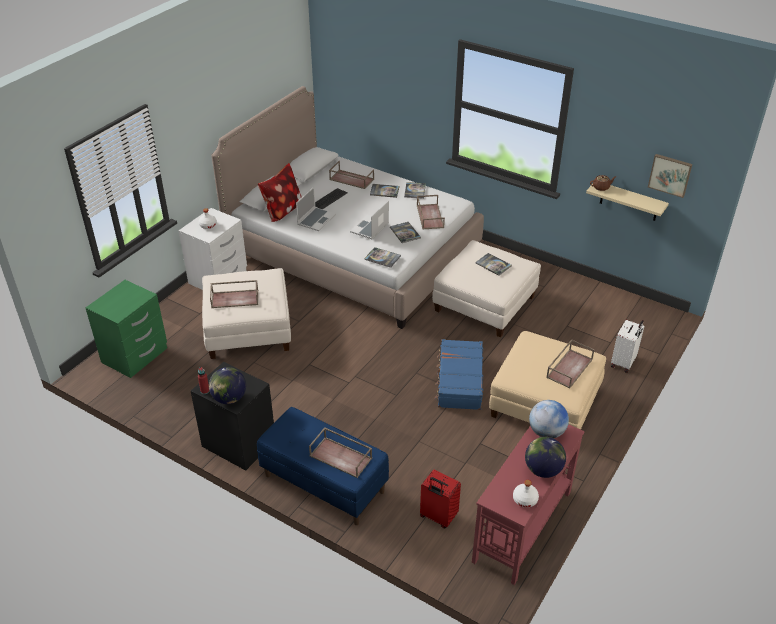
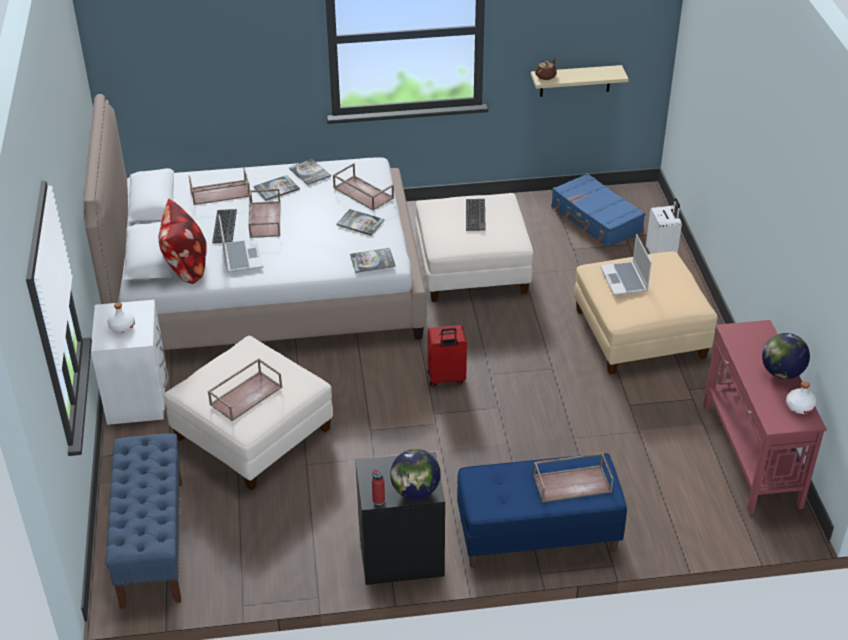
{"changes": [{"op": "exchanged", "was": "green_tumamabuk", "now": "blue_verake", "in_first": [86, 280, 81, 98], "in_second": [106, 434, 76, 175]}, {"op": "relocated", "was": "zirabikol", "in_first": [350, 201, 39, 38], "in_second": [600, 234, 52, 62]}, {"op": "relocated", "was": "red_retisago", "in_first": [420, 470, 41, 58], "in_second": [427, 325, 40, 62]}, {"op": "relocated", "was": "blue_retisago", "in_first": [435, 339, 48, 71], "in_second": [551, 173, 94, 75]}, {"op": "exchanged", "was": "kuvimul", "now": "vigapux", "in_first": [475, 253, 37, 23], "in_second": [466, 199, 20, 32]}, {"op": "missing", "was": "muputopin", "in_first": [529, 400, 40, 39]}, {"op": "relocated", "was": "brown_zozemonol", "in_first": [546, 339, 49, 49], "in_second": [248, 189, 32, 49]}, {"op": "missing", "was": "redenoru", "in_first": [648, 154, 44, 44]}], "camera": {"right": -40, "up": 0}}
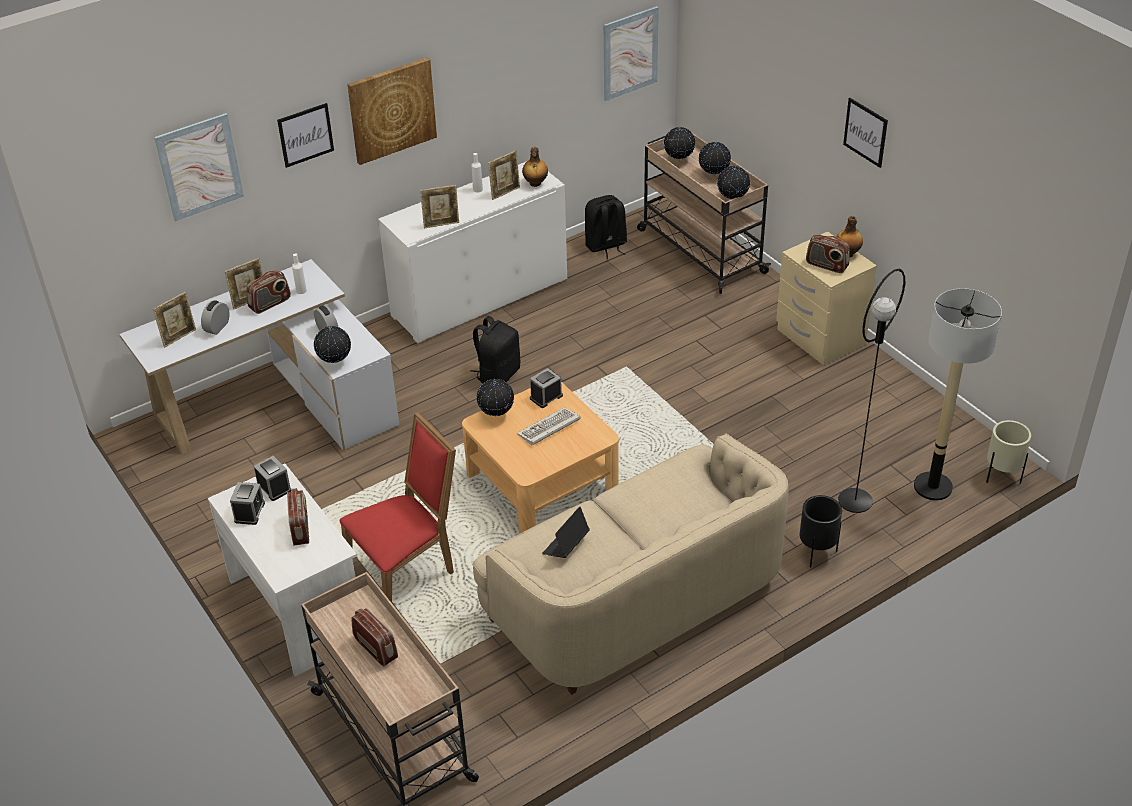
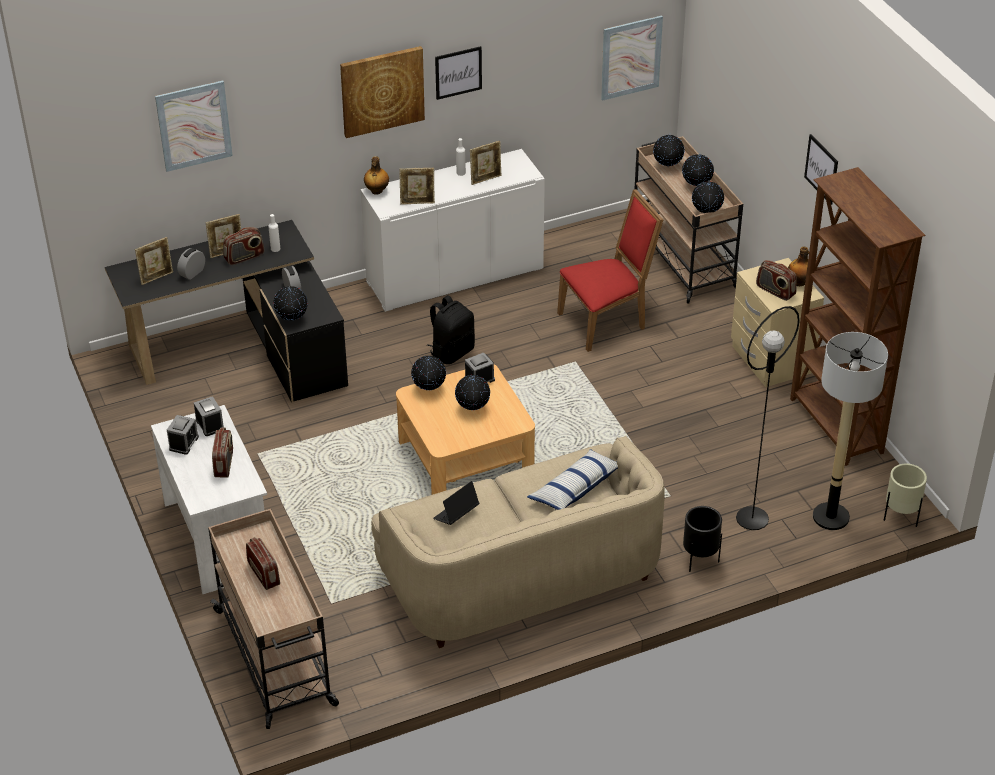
{"changes": [{"op": "colour", "was": "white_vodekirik", "now": "black_vodekirik", "in_first": [119, 259, 280, 195], "in_second": [105, 220, 243, 182]}, {"op": "relocated", "was": "redenoru", "in_first": [277, 103, 57, 65], "in_second": [435, 46, 47, 54]}, {"op": "relocated", "was": "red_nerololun", "in_first": [340, 412, 116, 191], "in_second": [557, 189, 106, 163]}, {"op": "exchanged", "was": "vigapux", "now": "muputopin", "in_first": [517, 407, 64, 39], "in_second": [455, 375, 35, 35]}, {"op": "relocated", "was": "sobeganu", "in_first": [522, 147, 26, 40], "in_second": [364, 156, 25, 39]}, {"op": "missing", "was": "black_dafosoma", "in_first": [585, 195, 42, 64]}, {"op": "appeared", "now": "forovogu", "in_second": [527, 449, 91, 61]}, {"op": "appeared", "now": "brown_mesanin", "in_second": [790, 167, 135, 299]}], "camera": {"right": 10, "up": 0}}
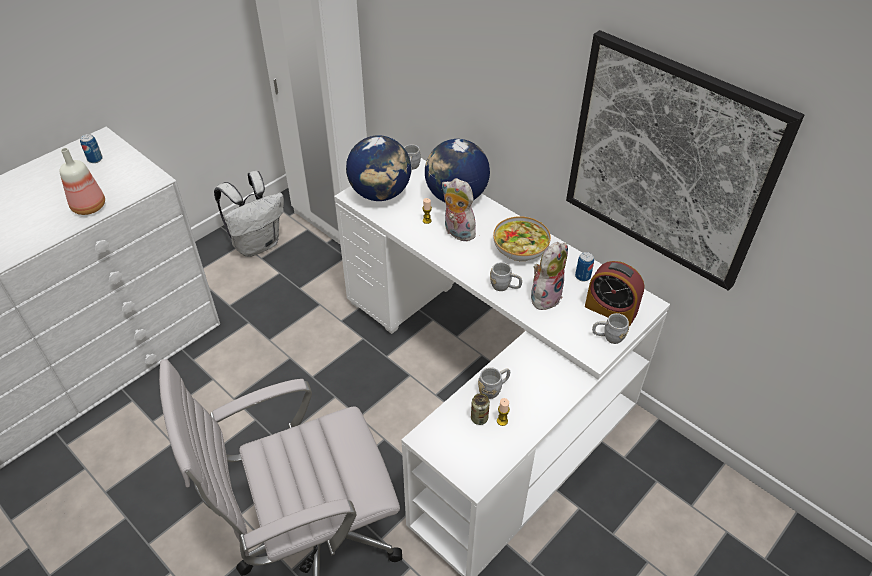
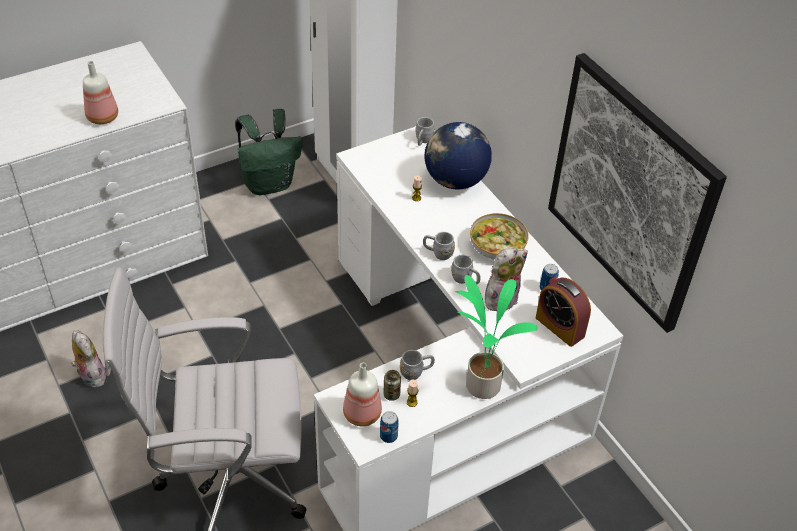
{"changes": [{"op": "relocated", "was": "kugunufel", "in_first": [80, 134, 23, 29], "in_second": [380, 411, 19, 32]}, {"op": "colour", "was": "white_dafosoma", "now": "green_dafosoma", "in_first": [214, 171, 70, 86], "in_second": [235, 109, 67, 86]}, {"op": "missing", "was": "muputopin", "in_first": [346, 135, 65, 66]}, {"op": "relocated", "was": "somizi", "in_first": [442, 178, 37, 63], "in_second": [71, 330, 35, 58]}, {"op": "relocated", "was": "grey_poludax", "in_first": [592, 313, 37, 31], "in_second": [423, 232, 32, 28]}, {"op": "appeared", "now": "sobeganu", "in_second": [343, 363, 39, 63]}, {"op": "appeared", "now": "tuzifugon", "in_second": [455, 275, 83, 124]}], "camera": {"right": 15, "up": 0}}
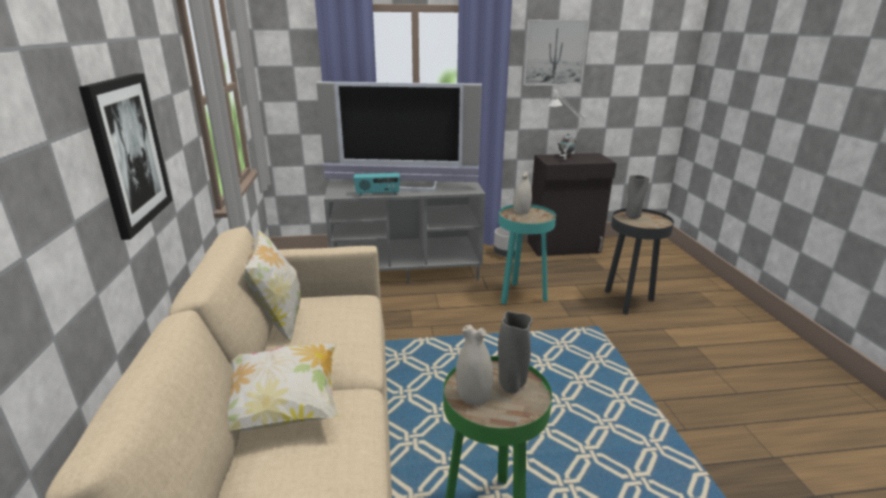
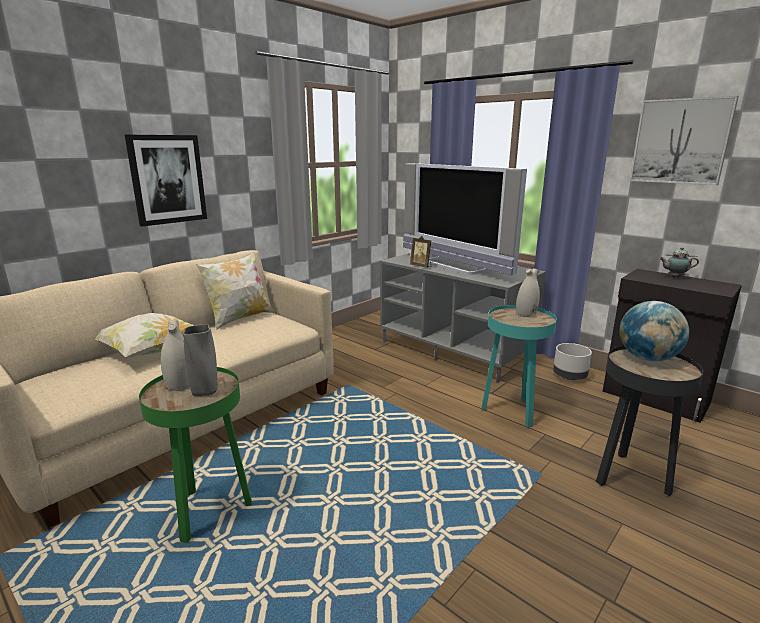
{"changes": [{"op": "exchanged", "was": "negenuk", "now": "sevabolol", "in_first": [354, 173, 46, 23], "in_second": [410, 236, 21, 32]}, {"op": "missing", "was": "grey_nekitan", "in_first": [548, 90, 49, 70]}, {"op": "exchanged", "was": "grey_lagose", "now": "muputopin", "in_first": [626, 175, 24, 44], "in_second": [619, 301, 70, 61]}], "camera": {"right": 50, "up": -5}}
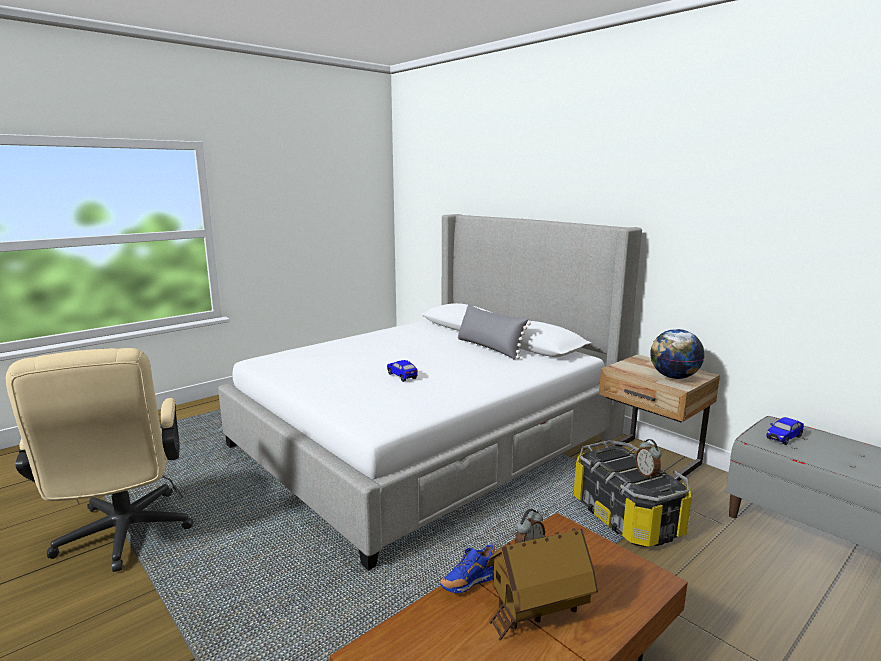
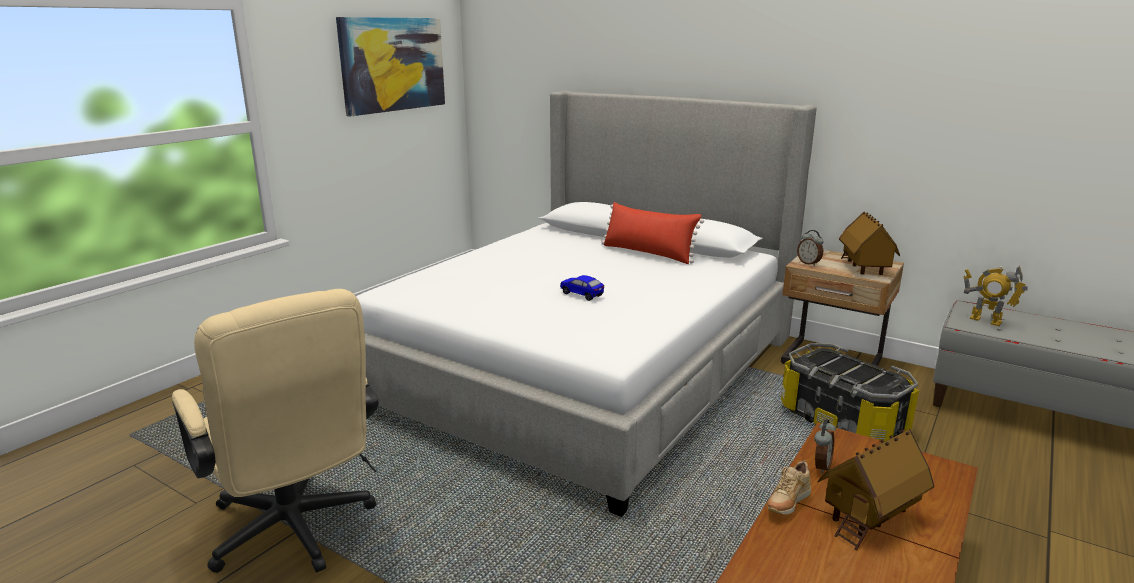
{"changes": [{"op": "colour", "was": "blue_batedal", "now": "beige_batedal", "in_first": [440, 543, 55, 50], "in_second": [767, 460, 44, 55]}, {"op": "colour", "was": "grey_forovogu", "now": "red_forovogu", "in_first": [457, 304, 74, 56], "in_second": [601, 202, 103, 62]}, {"op": "relocated", "was": "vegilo", "in_first": [635, 439, 27, 40], "in_second": [797, 230, 26, 36]}, {"op": "exchanged", "was": "muputopin", "now": "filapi", "in_first": [650, 329, 55, 50], "in_second": [839, 212, 61, 63]}, {"op": "exchanged", "was": "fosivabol", "now": "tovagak", "in_first": [766, 417, 38, 28], "in_second": [963, 265, 65, 61]}, {"op": "appeared", "now": "redenoru", "in_second": [336, 17, 109, 100]}], "camera": {"right": -15, "up": 5}}
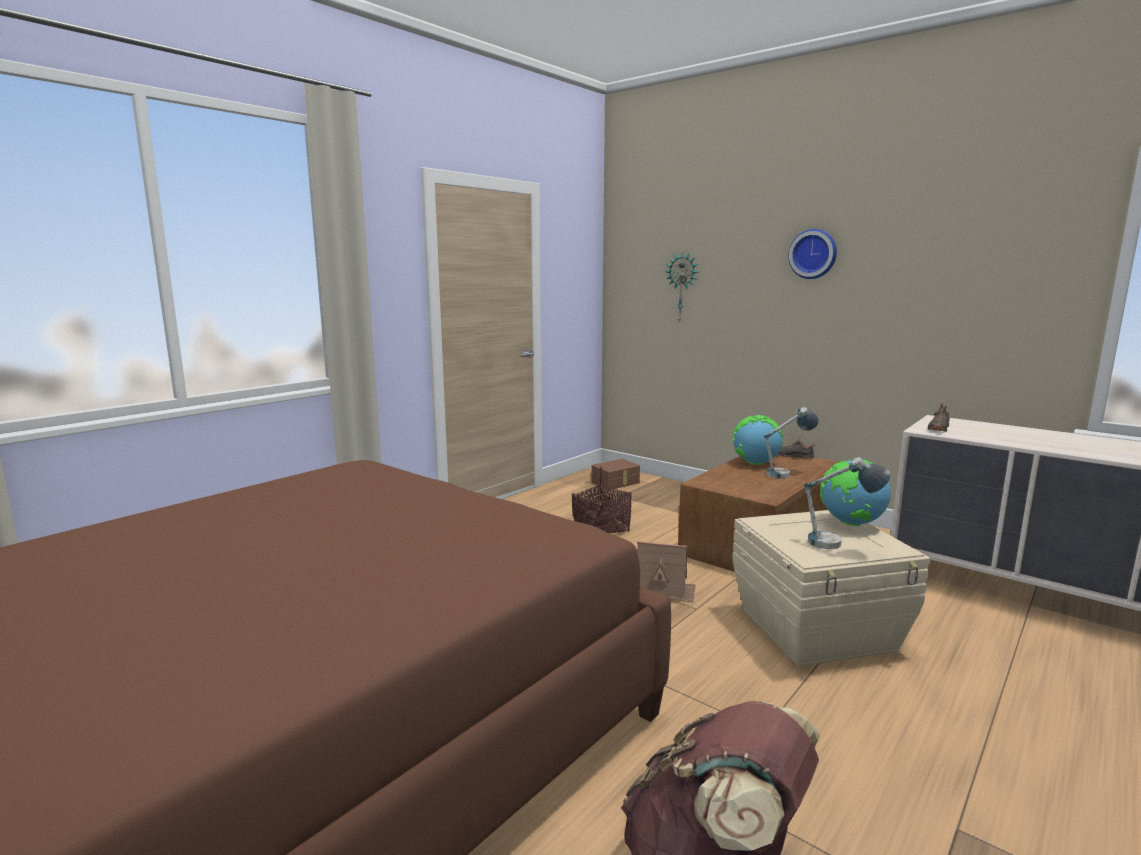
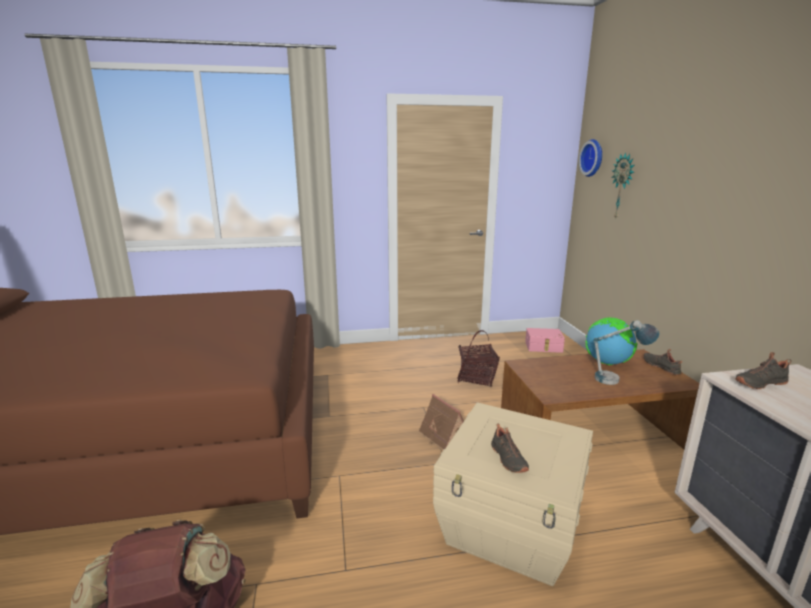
{"changes": [{"op": "colour", "was": "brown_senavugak", "now": "pink_senavugak", "in_first": [591, 459, 49, 31], "in_second": [525, 328, 40, 25]}, {"op": "relocated", "was": "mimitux", "in_first": [788, 229, 49, 50], "in_second": [579, 139, 23, 38]}, {"op": "exchanged", "was": "nekitan", "now": "black_batedal", "in_first": [804, 457, 87, 92], "in_second": [491, 424, 38, 49]}, {"op": "missing", "was": "muputopin", "in_first": [820, 459, 71, 67]}], "camera": {"right": 40, "up": 5}}
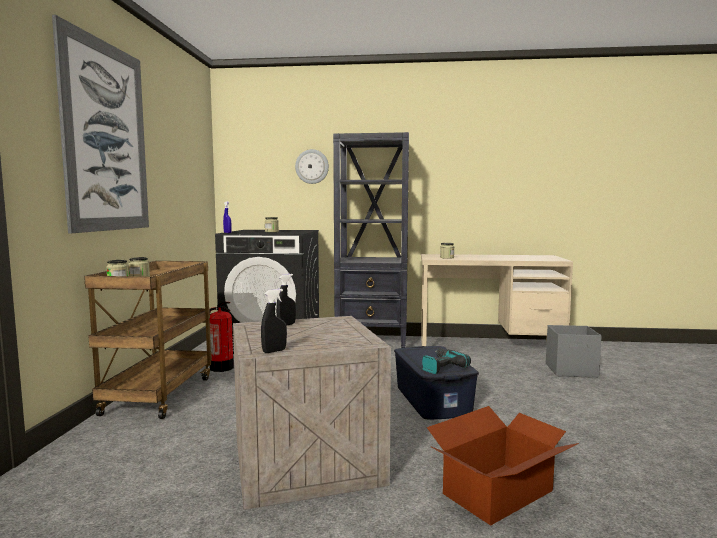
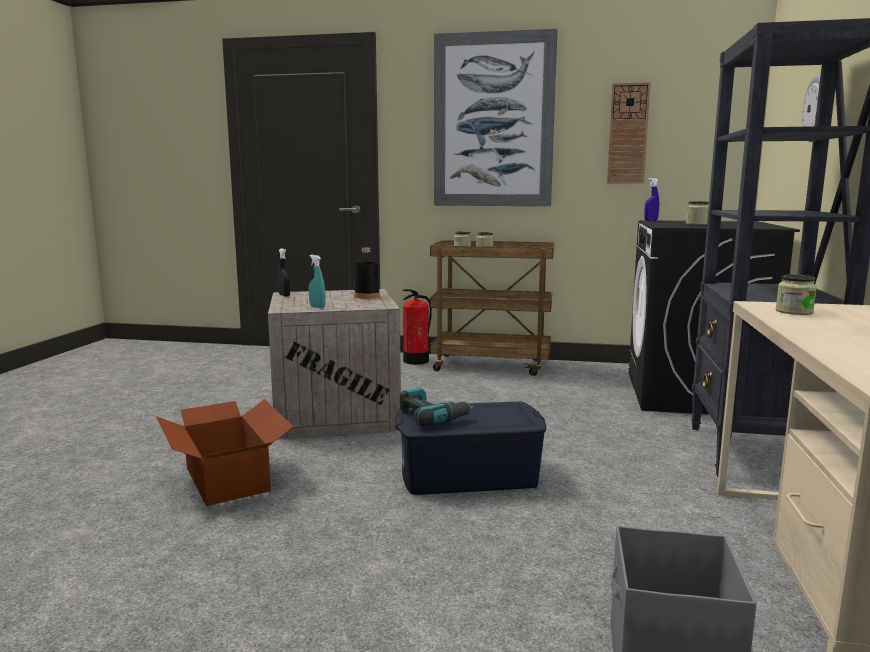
{"changes": [{"op": "relocated", "was": "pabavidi", "in_first": [210, 302, 24, 70], "in_second": [403, 289, 29, 76]}, {"op": "exchanged", "was": "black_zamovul", "now": "black_sobeganu", "in_first": [276, 274, 20, 52], "in_second": [354, 248, 26, 51]}, {"op": "appeared", "now": "turquoise_zamovul", "in_second": [309, 255, 16, 53]}, {"op": "appeared", "now": "mimitux", "in_second": [607, 82, 44, 102]}], "camera": {"right": 95, "up": 5}}
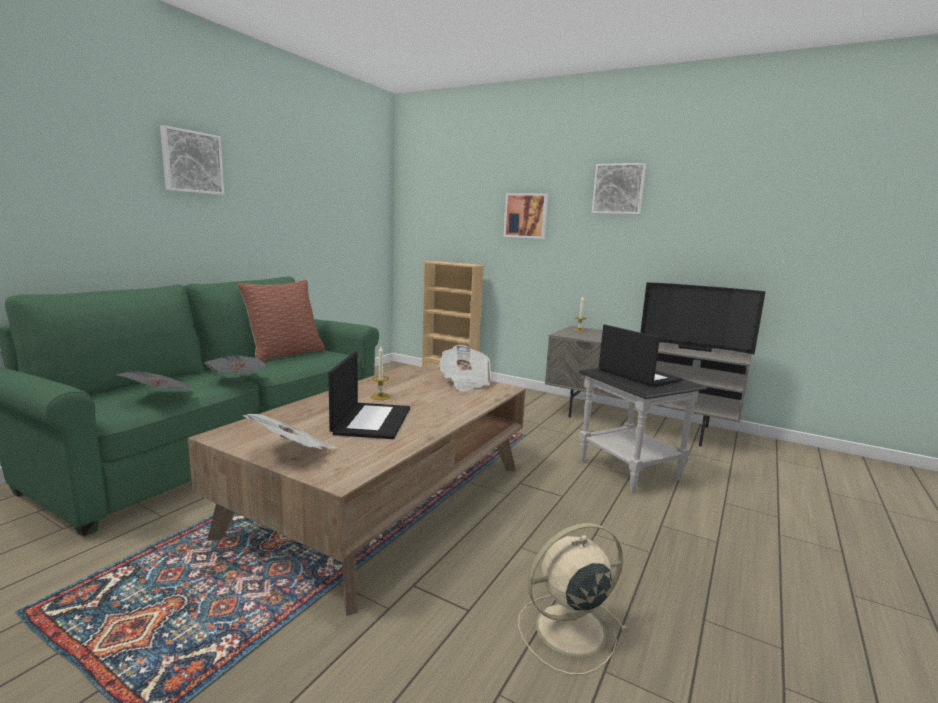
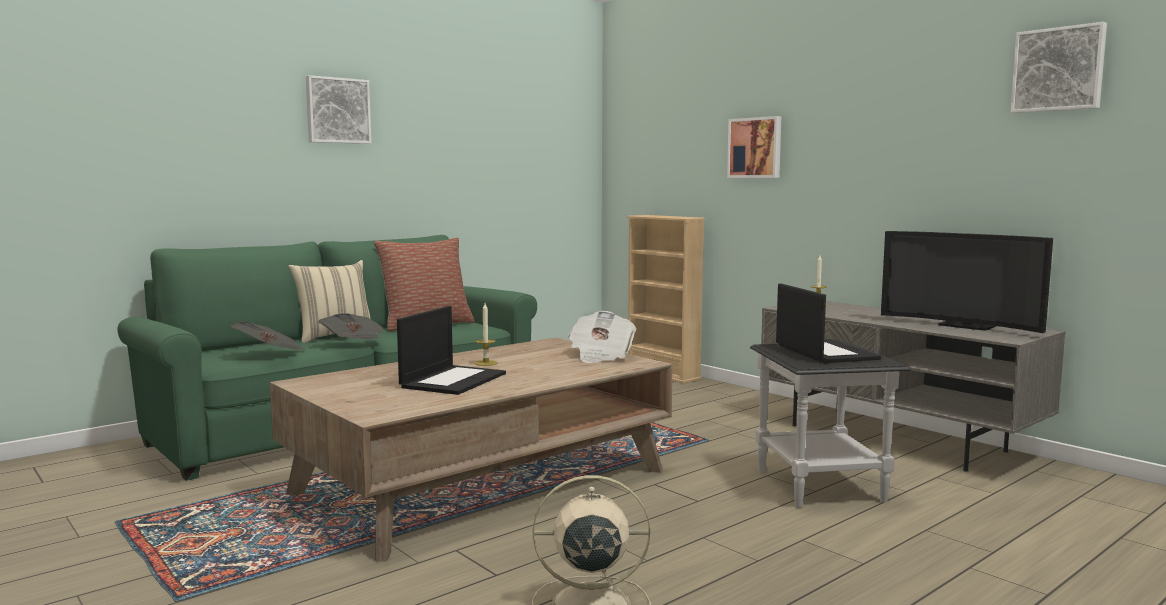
{"changes": [{"op": "missing", "was": "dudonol", "in_first": [242, 414, 96, 35]}, {"op": "relocated", "was": "redenoru", "in_first": [592, 163, 54, 51], "in_second": [1010, 22, 97, 91]}, {"op": "appeared", "now": "beige_forovogu", "in_second": [289, 260, 82, 83]}], "camera": {"right": 20, "up": -5}}
